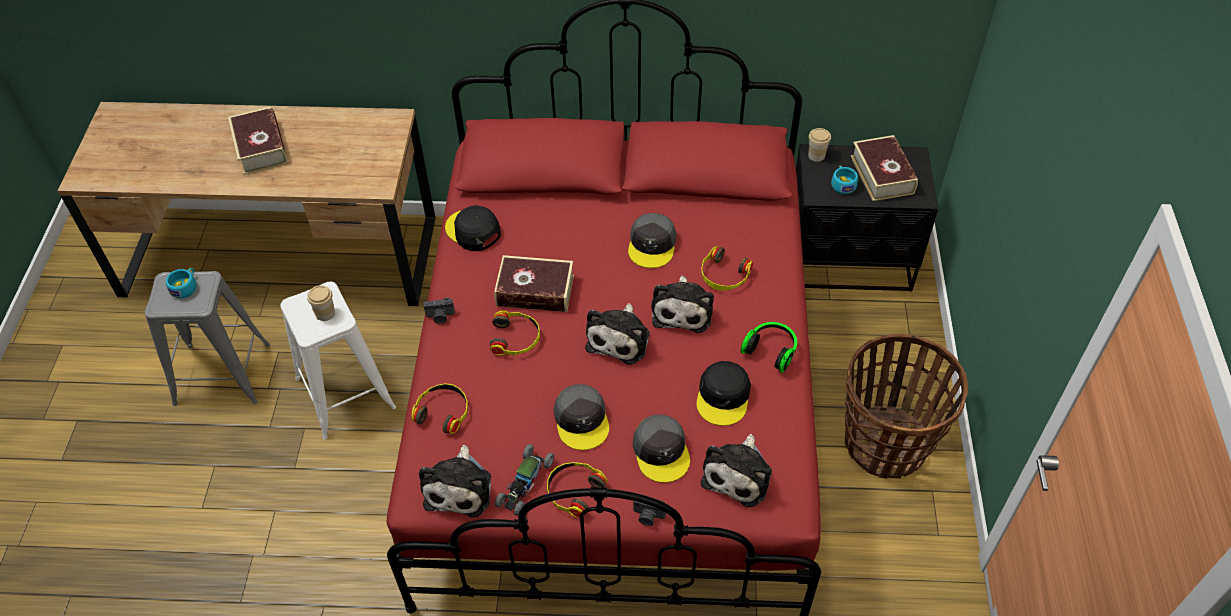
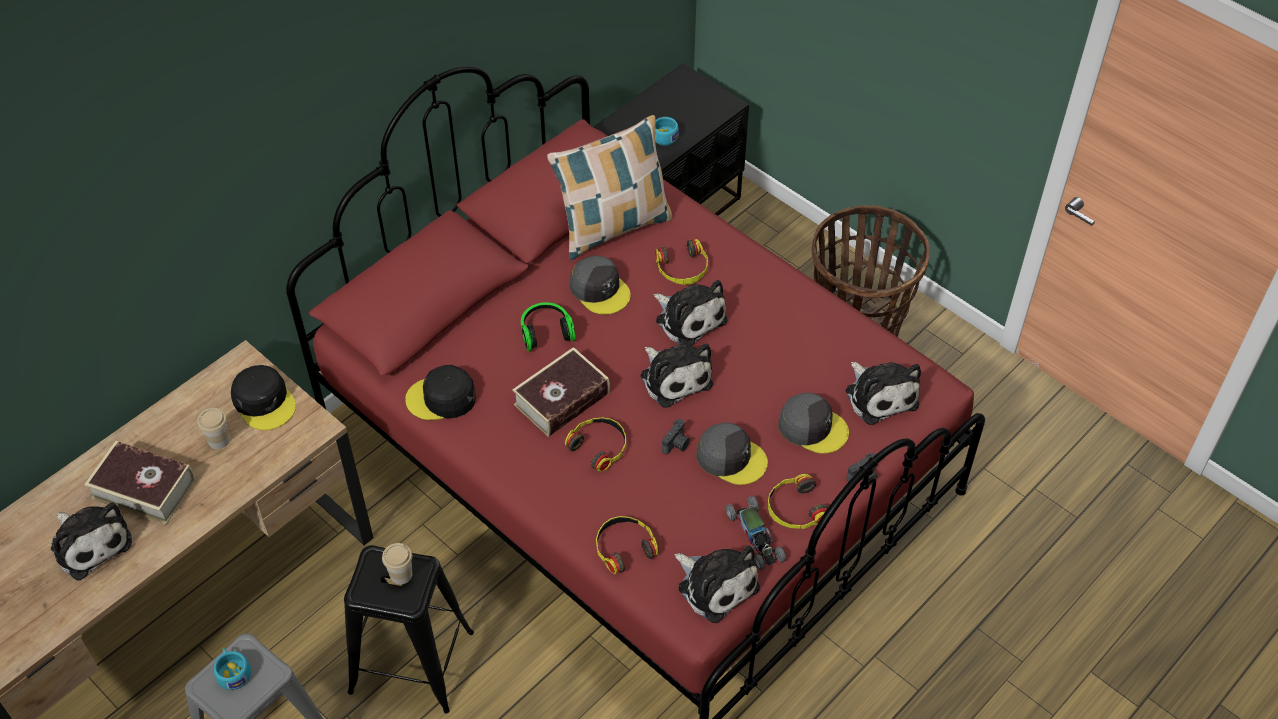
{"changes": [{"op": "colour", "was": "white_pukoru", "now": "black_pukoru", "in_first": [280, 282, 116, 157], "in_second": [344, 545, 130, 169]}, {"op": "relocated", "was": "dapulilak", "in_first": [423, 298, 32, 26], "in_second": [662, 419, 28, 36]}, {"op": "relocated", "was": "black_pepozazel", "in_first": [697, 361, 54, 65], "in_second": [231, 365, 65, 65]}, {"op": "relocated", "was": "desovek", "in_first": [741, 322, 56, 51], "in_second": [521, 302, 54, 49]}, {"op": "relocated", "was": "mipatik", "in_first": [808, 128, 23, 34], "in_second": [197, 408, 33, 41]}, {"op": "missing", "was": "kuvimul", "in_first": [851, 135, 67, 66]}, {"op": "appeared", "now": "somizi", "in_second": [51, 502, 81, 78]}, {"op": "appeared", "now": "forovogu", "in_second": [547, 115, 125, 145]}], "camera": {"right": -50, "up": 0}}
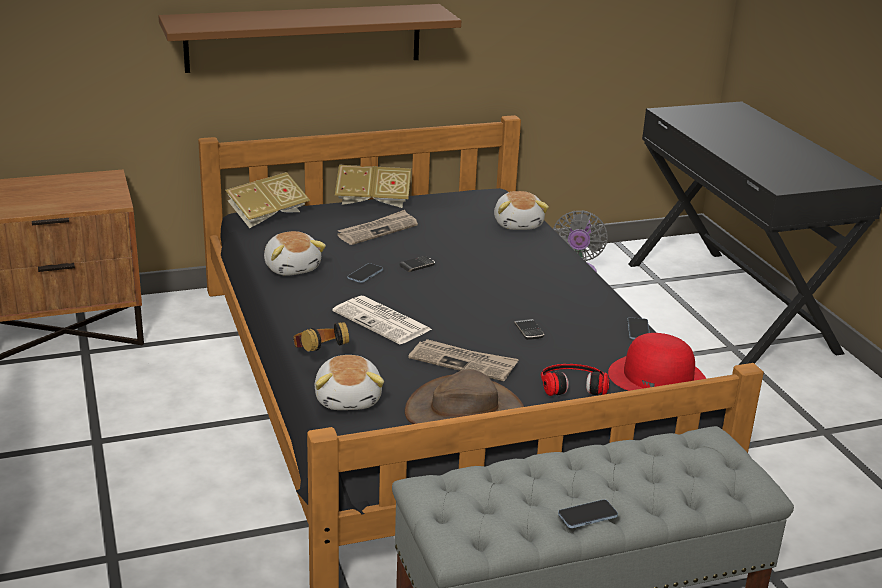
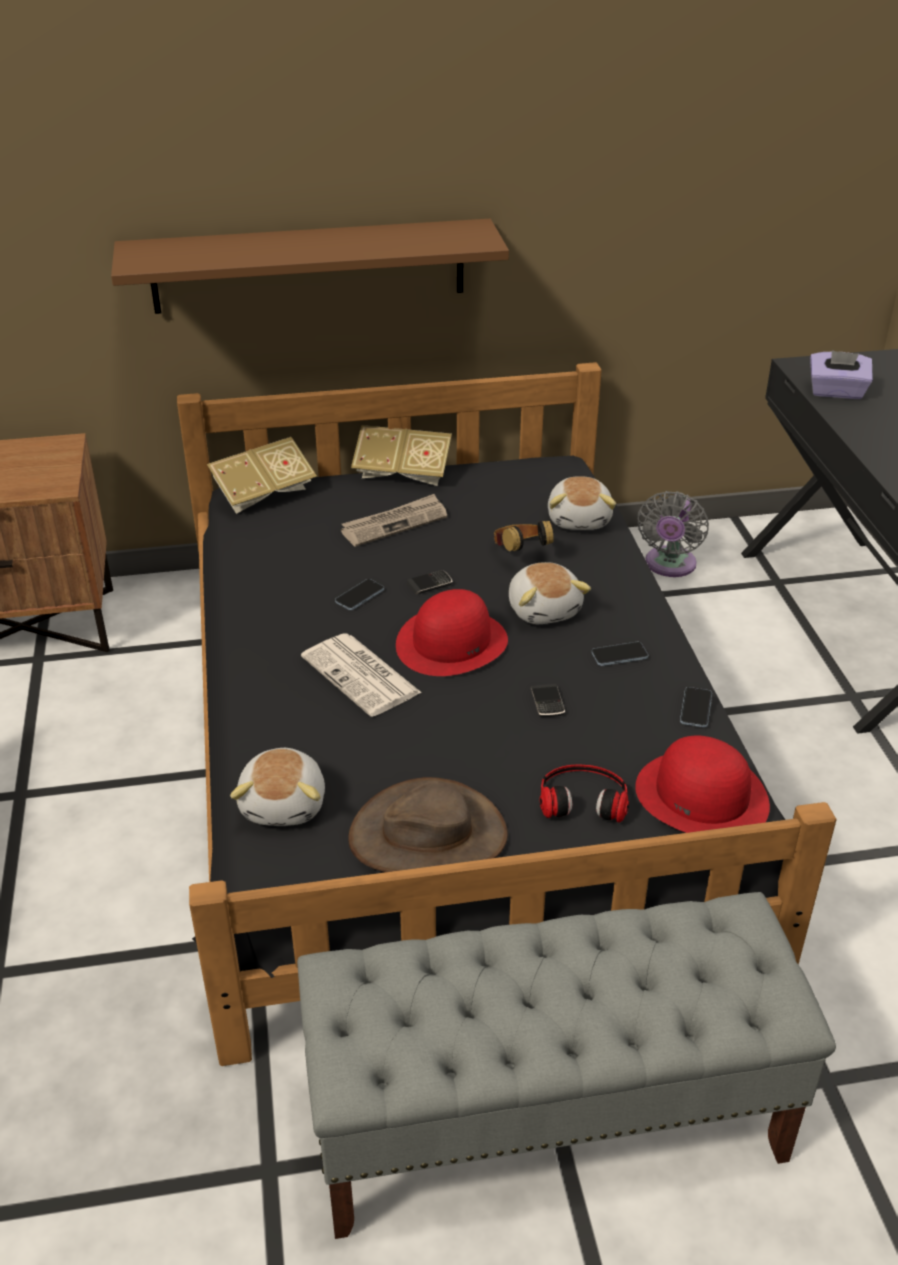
{"changes": [{"op": "relocated", "was": "somizi", "in_first": [264, 231, 62, 45], "in_second": [509, 562, 82, 62]}, {"op": "relocated", "was": "desovek", "in_first": [293, 322, 56, 30], "in_second": [494, 520, 60, 32]}, {"op": "missing", "was": "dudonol", "in_first": [409, 339, 110, 42]}, {"op": "relocated", "was": "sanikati", "in_first": [558, 499, 60, 29], "in_second": [592, 642, 56, 24]}, {"op": "appeared", "now": "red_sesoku", "in_second": [396, 589, 112, 87]}, {"op": "appeared", "now": "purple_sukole", "in_second": [810, 351, 63, 48]}], "camera": {"right": 10, "up": 10}}
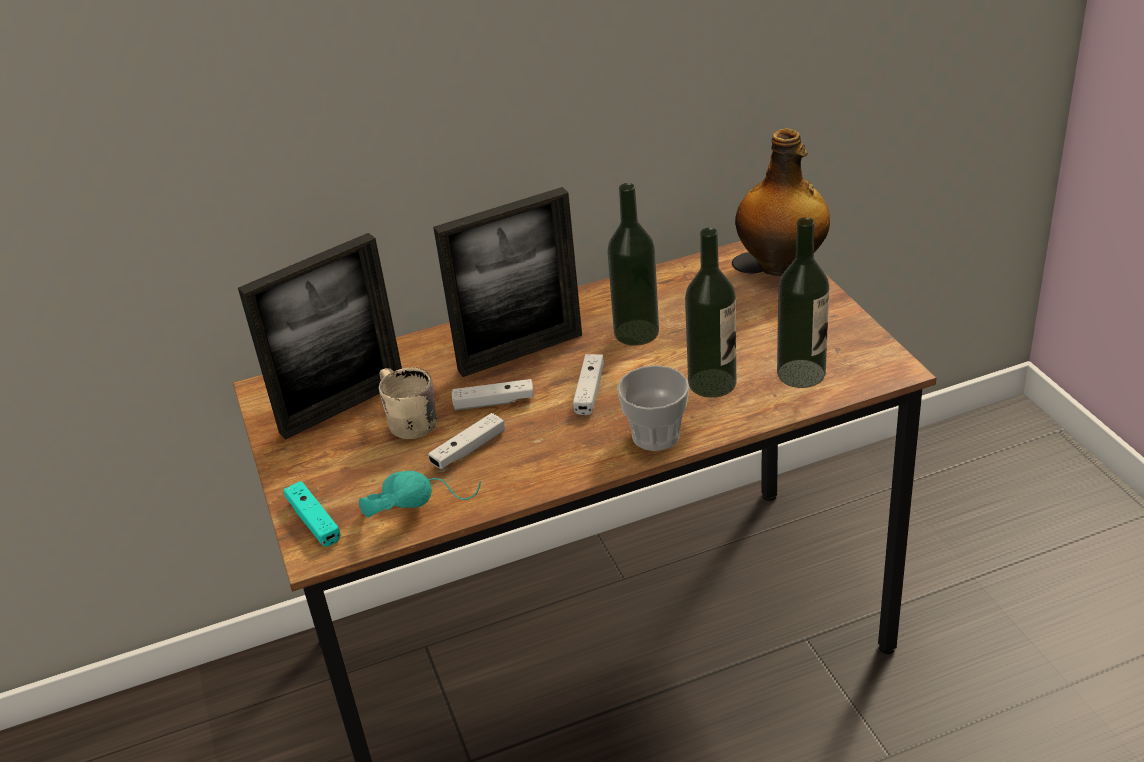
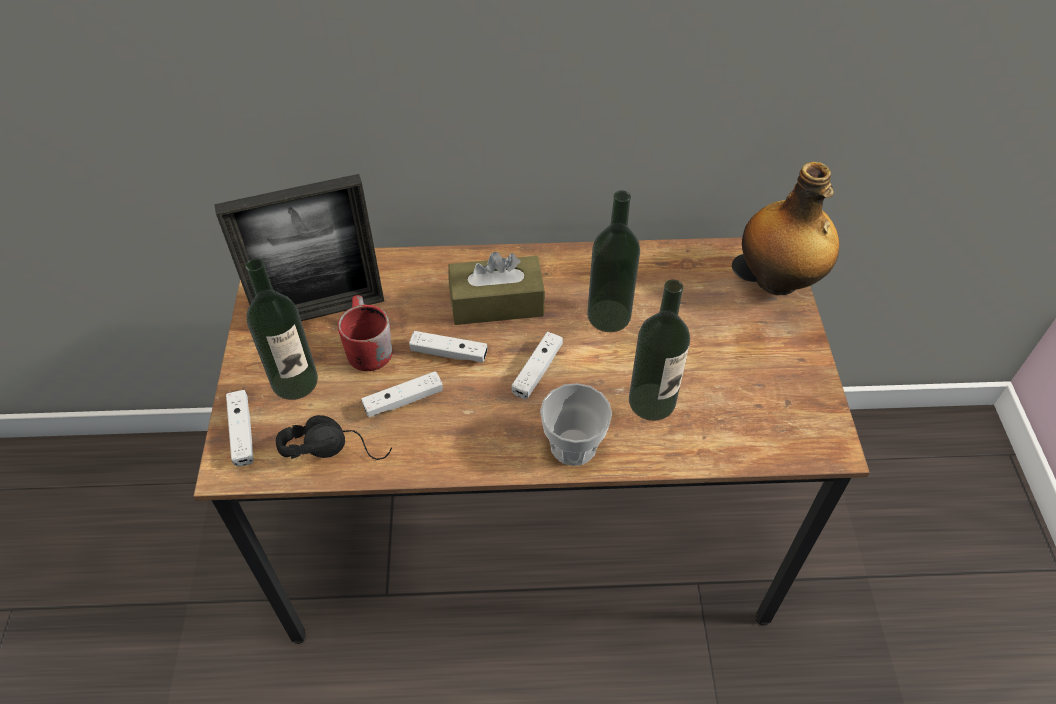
{"changes": [{"op": "colour", "was": "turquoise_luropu", "now": "white_luropu", "in_first": [284, 481, 57, 66], "in_second": [226, 390, 28, 77]}, {"op": "colour", "was": "turquoise_desovek", "now": "black_desovek", "in_first": [359, 471, 122, 47], "in_second": [276, 415, 116, 45]}, {"op": "colour", "was": "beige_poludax", "now": "red_poludax", "in_first": [379, 367, 58, 72], "in_second": [338, 295, 55, 76]}, {"op": "exchanged", "was": "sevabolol", "now": "brown_sukole", "in_first": [433, 187, 149, 190], "in_second": [448, 252, 97, 73]}, {"op": "relocated", "was": "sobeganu", "in_first": [777, 217, 52, 171], "in_second": [245, 258, 73, 142]}], "camera": {"right": 15, "up": 15}}
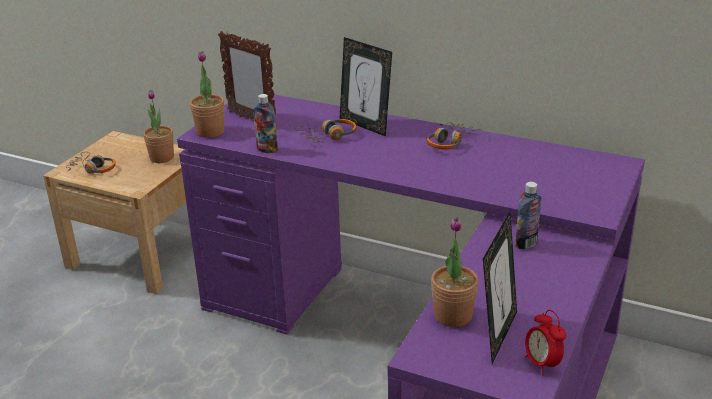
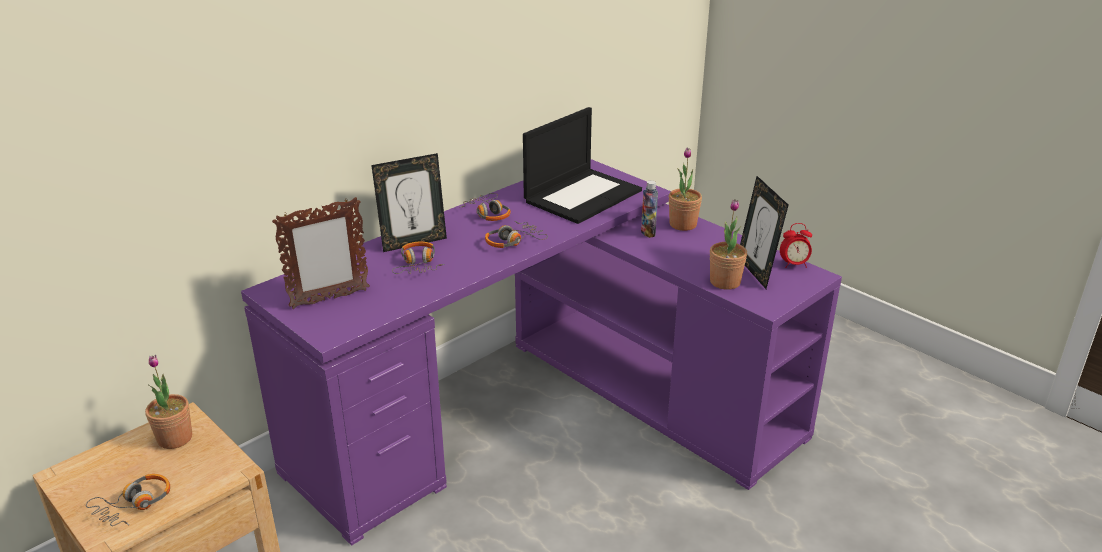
{"changes": [{"op": "relocated", "was": "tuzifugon", "in_first": [190, 51, 34, 87], "in_second": [669, 147, 33, 84]}, {"op": "missing", "was": "sobeganu", "in_first": [253, 94, 25, 59]}, {"op": "spun", "was": "sevabolol", "in_first": [483, 212, 34, 152], "in_second": [740, 176, 48, 113], "clockwise": -150}, {"op": "appeared", "now": "desovek", "in_second": [485, 221, 63, 27]}, {"op": "appeared", "now": "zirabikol", "in_second": [523, 107, 119, 117]}], "camera": {"right": -70, "up": 0}}
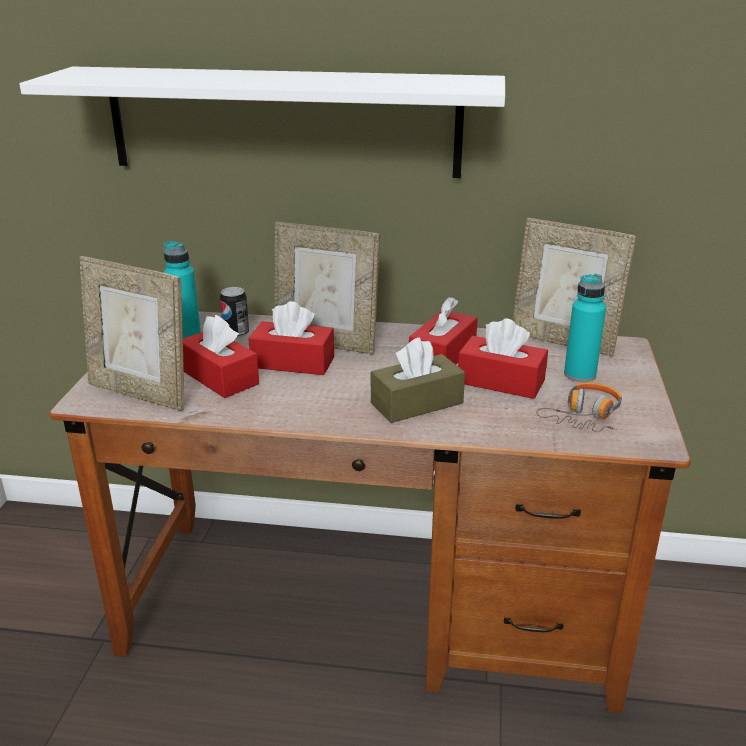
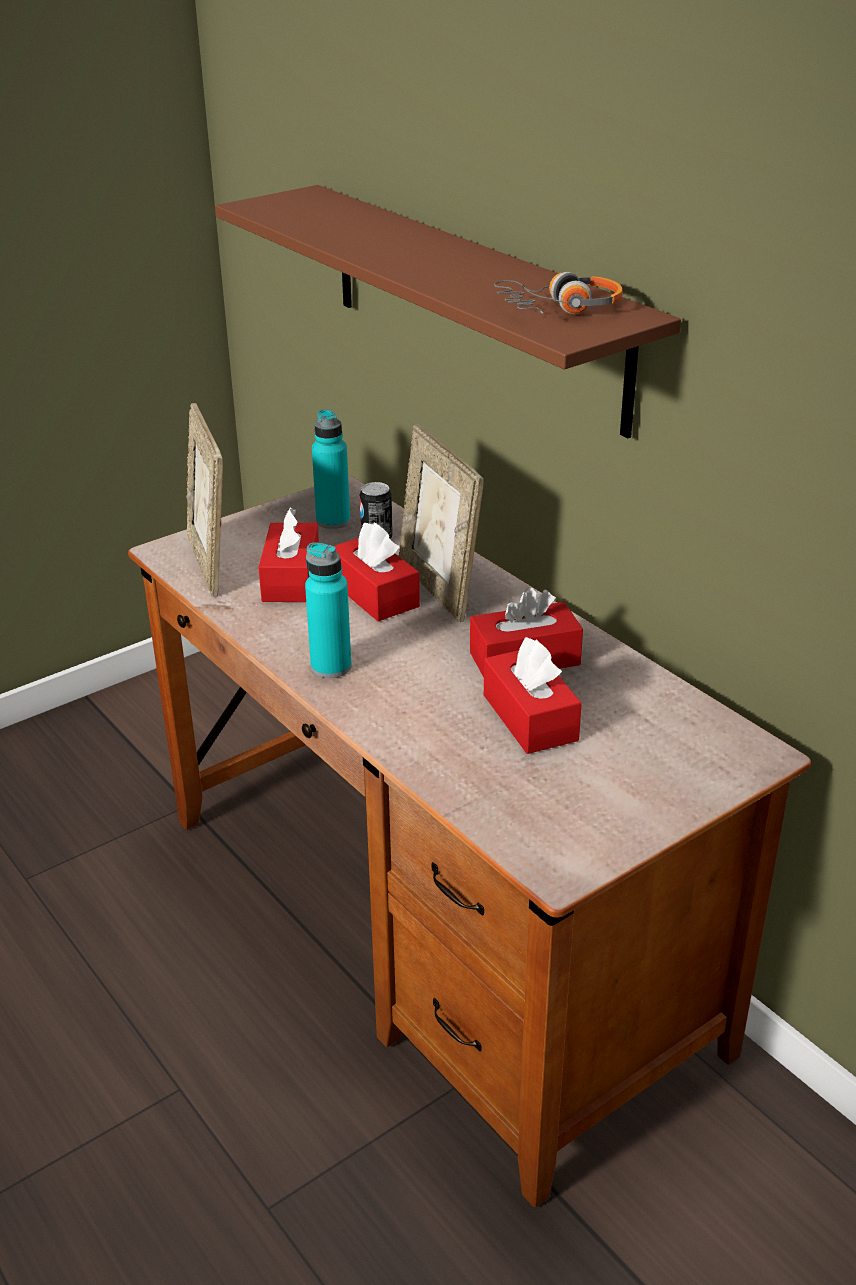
{"changes": [{"op": "colour", "was": "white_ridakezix", "now": "brown_ridakezix", "in_first": [19, 67, 486, 111], "in_second": [215, 185, 466, 253]}, {"op": "missing", "was": "brown_sukole", "in_first": [371, 337, 94, 86]}, {"op": "missing", "was": "sevabolol", "in_first": [513, 218, 123, 139]}, {"op": "relocated", "was": "desovek", "in_first": [536, 383, 86, 49], "in_second": [494, 272, 129, 42]}, {"op": "relocated", "was": "turquoise_sobeganu", "in_first": [564, 274, 42, 108], "in_second": [305, 542, 47, 136]}], "camera": {"right": 45, "up": 5}}
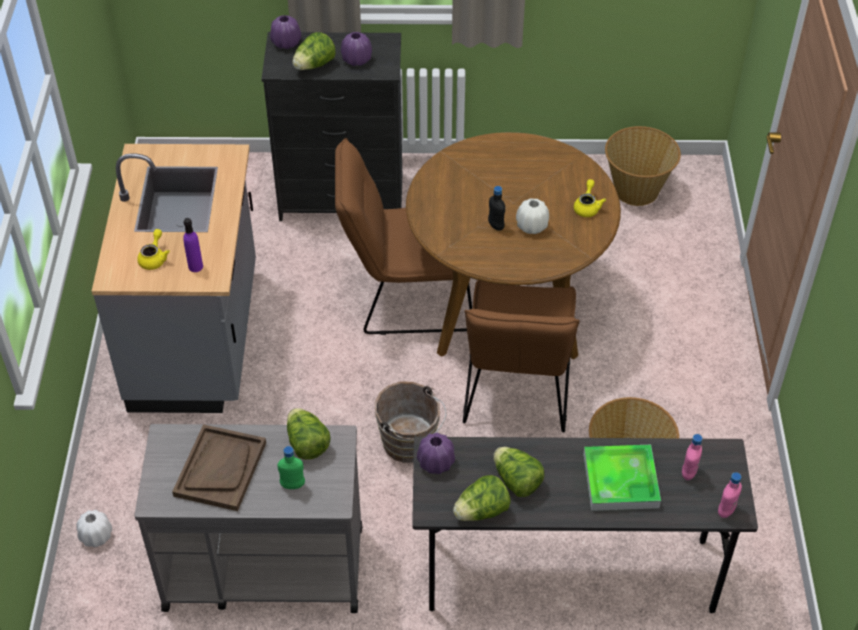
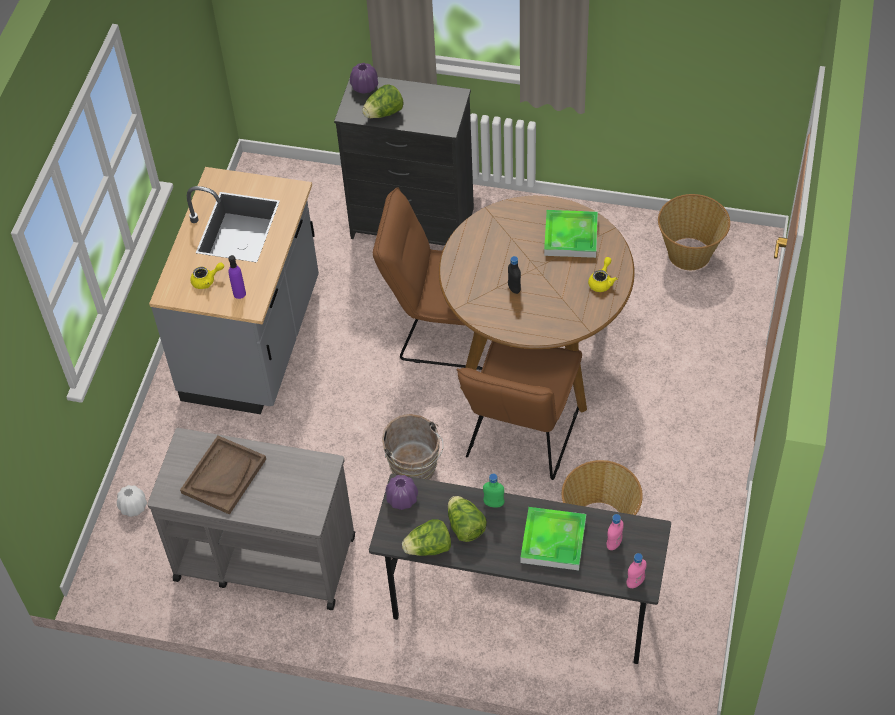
{"changes": [{"op": "spun", "was": "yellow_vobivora", "in_first": [137, 229, 33, 41], "in_second": [190, 262, 34, 27], "clockwise": 45}, {"op": "relocated", "was": "green_sobeganu", "in_first": [277, 446, 28, 43], "in_second": [483, 474, 22, 34]}, {"op": "missing", "was": "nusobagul", "in_first": [287, 408, 44, 52]}, {"op": "missing", "was": "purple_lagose", "in_first": [341, 32, 31, 34]}, {"op": "missing", "was": "white_lagose", "in_first": [516, 198, 33, 36]}, {"op": "appeared", "now": "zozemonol", "in_second": [544, 210, 54, 48]}], "camera": {"right": 15, "up": 5}}
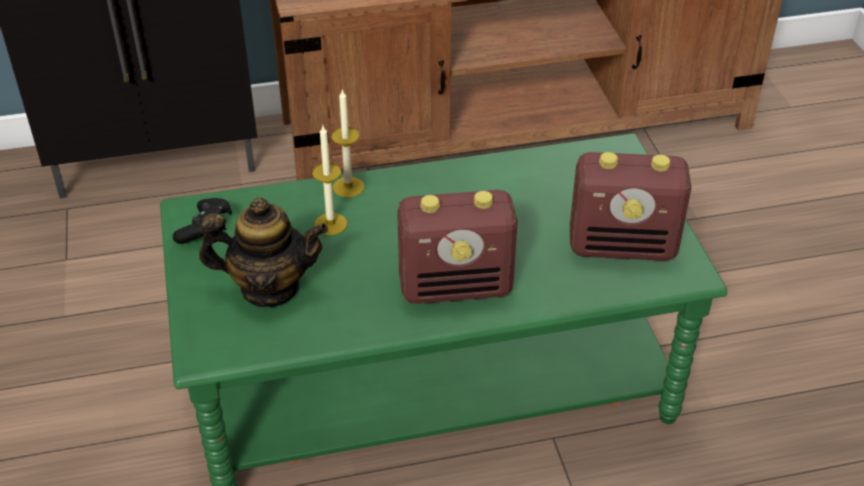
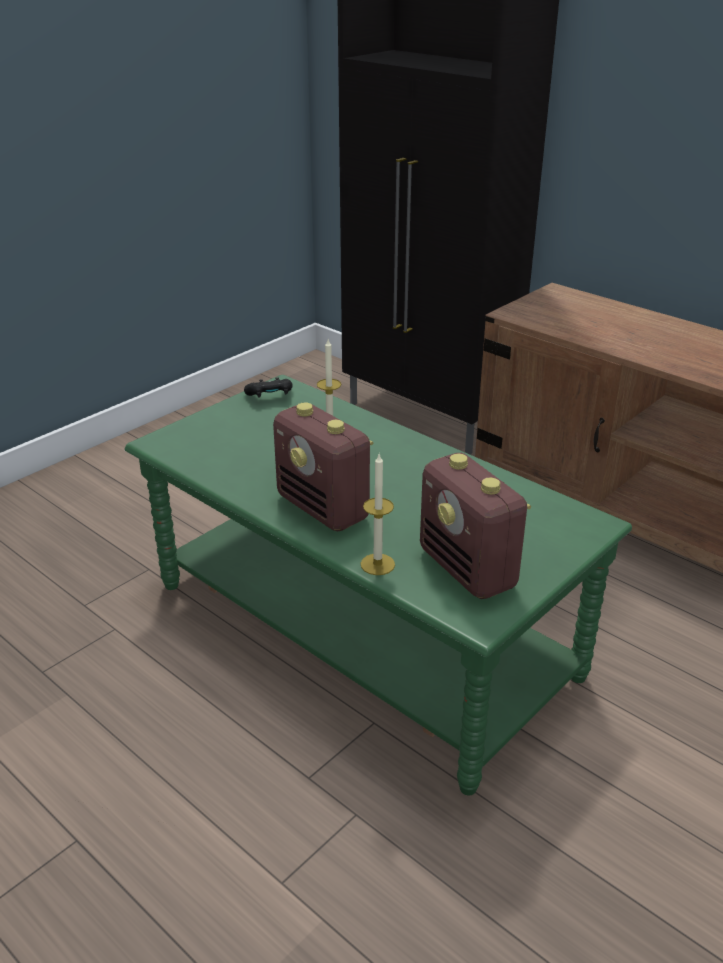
{"changes": [{"op": "missing", "was": "vobivora", "in_first": [199, 198, 129, 109]}, {"op": "relocated", "was": "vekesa", "in_first": [331, 88, 34, 110], "in_second": [361, 454, 34, 121]}], "camera": {"right": 55, "up": -10}}
